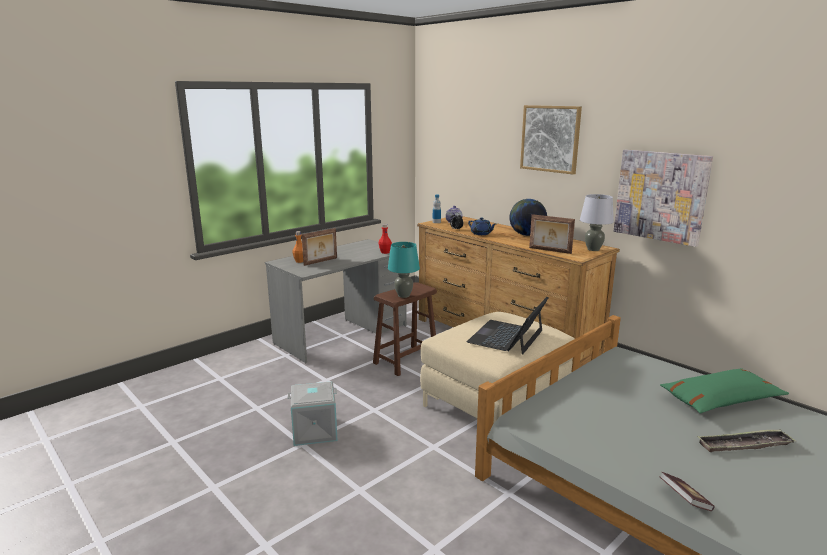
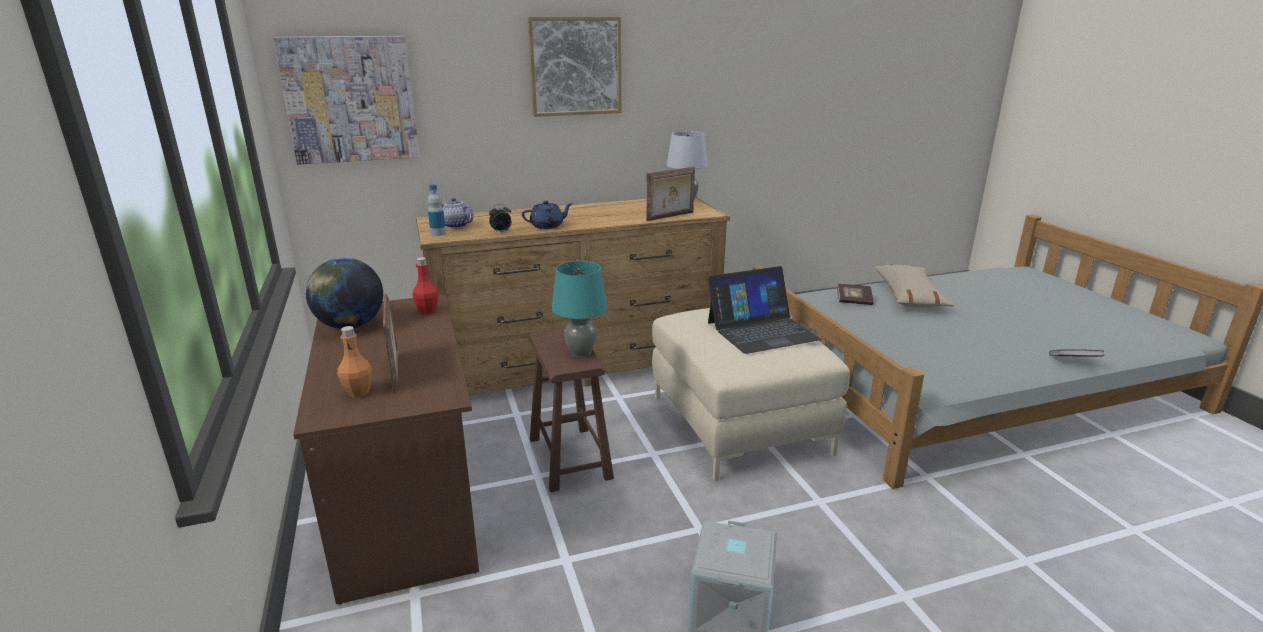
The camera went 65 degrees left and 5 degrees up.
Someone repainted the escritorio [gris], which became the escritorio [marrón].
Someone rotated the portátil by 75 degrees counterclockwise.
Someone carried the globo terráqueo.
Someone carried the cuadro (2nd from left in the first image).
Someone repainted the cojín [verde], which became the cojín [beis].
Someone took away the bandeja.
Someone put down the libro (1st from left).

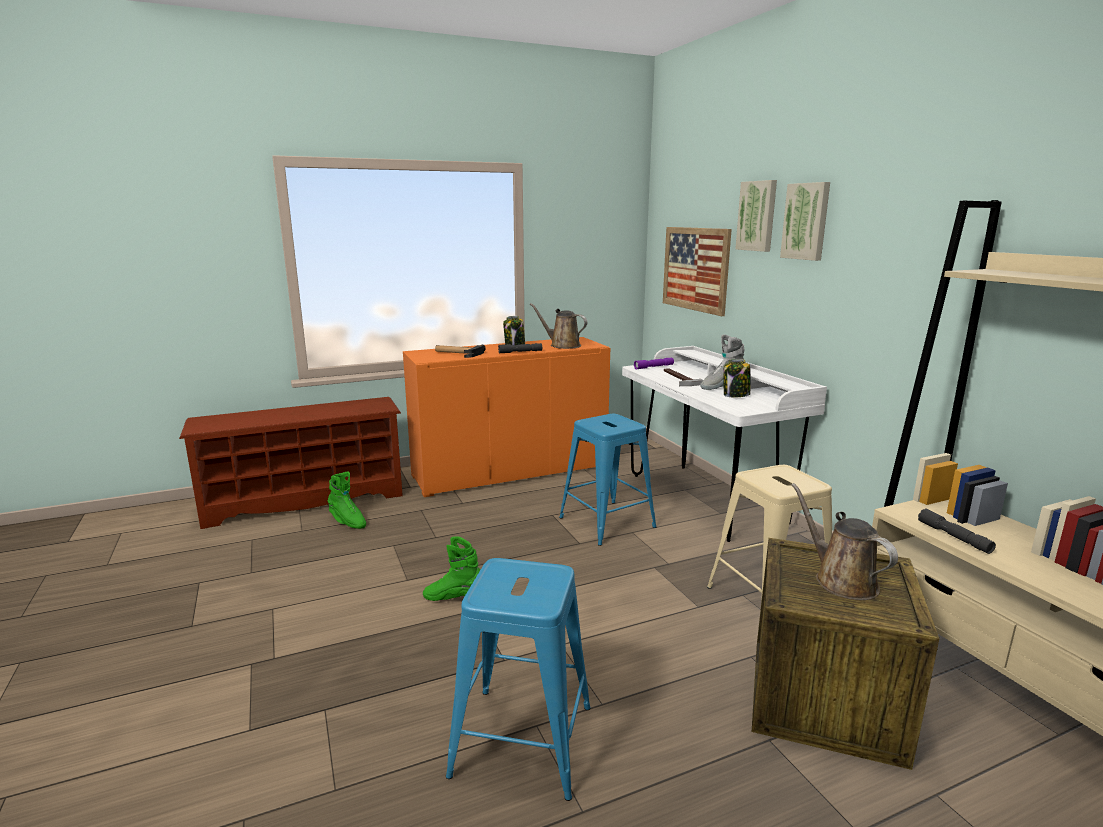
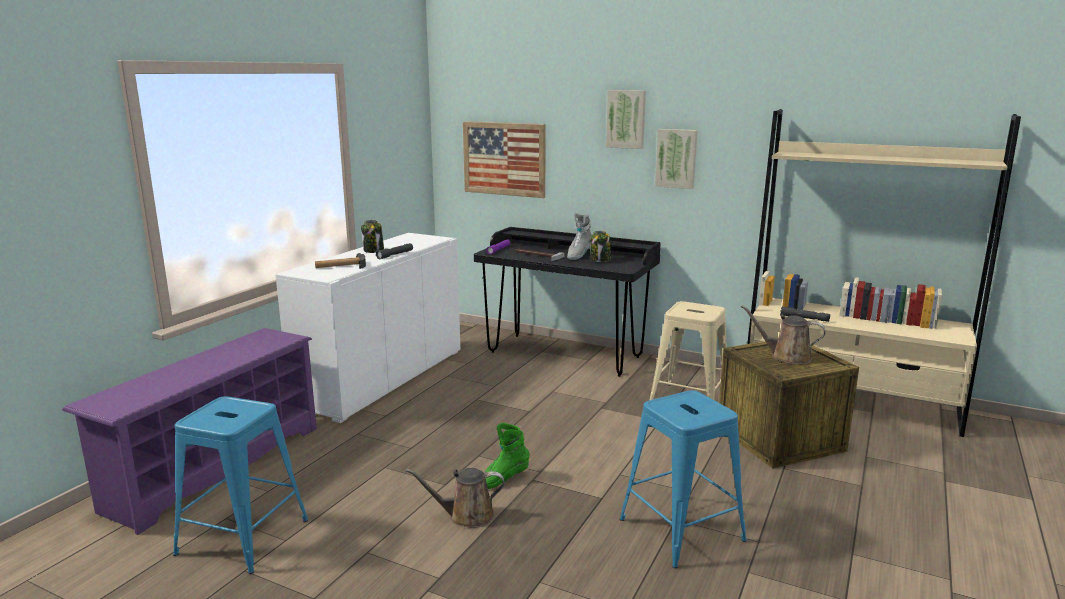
The camera went 40 degrees left and 0 degrees up.
Someone repainted the zapatero [marrón], which became the zapatero [morado].
Someone took away the bota [verde] (1st from left).
Someone repainted the armario [naranja], which became the armario [blanco].
Someone carried the regadera [marrón] (1st from left).
Someone carried the taburete [azul] (2nd from left in the first image).
Someone repainted the escritorio [blanco], which became the escritorio [negro].
Someone carried the cuadro (2nd from left in the first image).

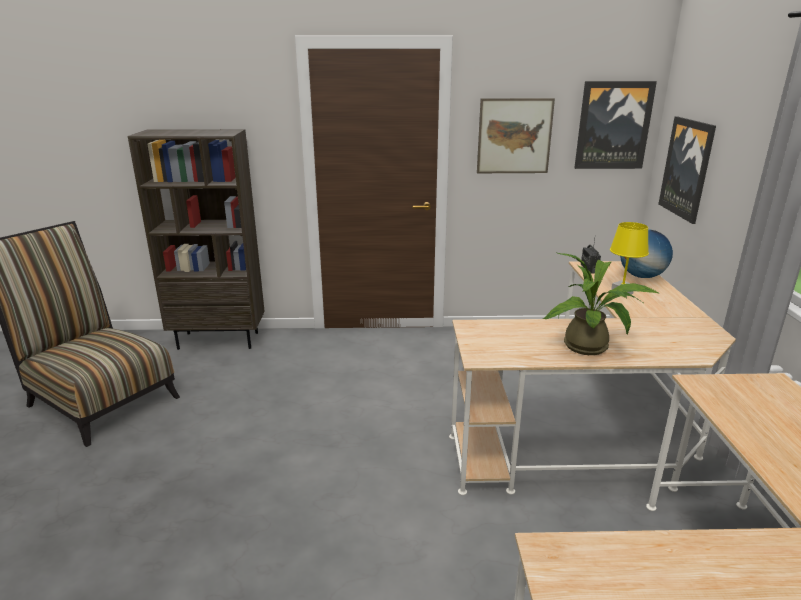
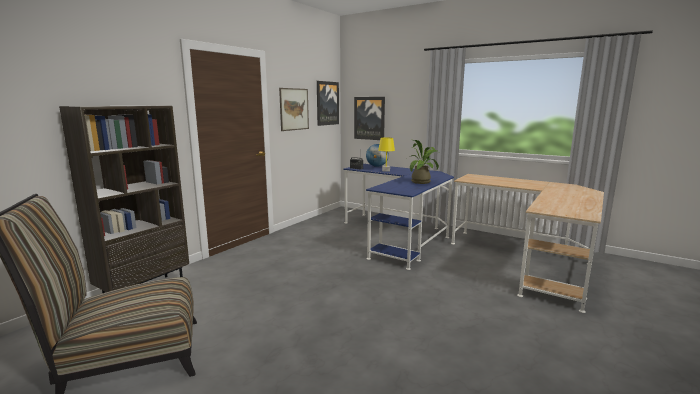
The camera went 55 degrees left and 10 degrees down.
Someone repainted the escritorio [beis] (1st from left), which became the escritorio [azul].

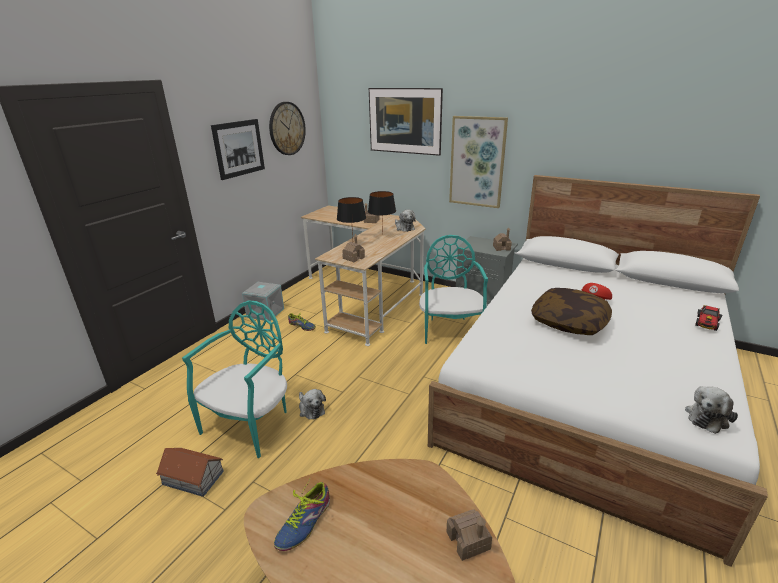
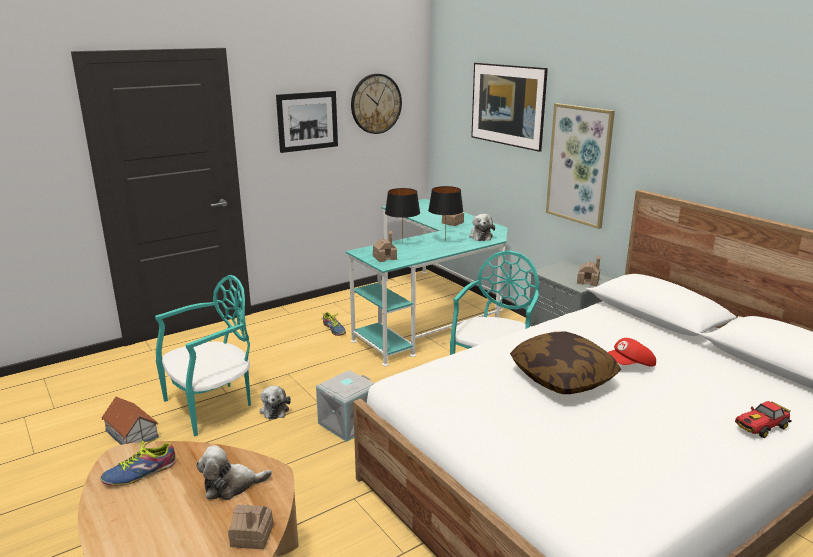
The camera went 25 degrees right and 5 degrees down.
Someone carried the caja de almacenaje [gris].
Someone repainted the escritorio [beis], which became the escritorio [turquesa].
Someone carried the peluche (3rd from left in the first image).

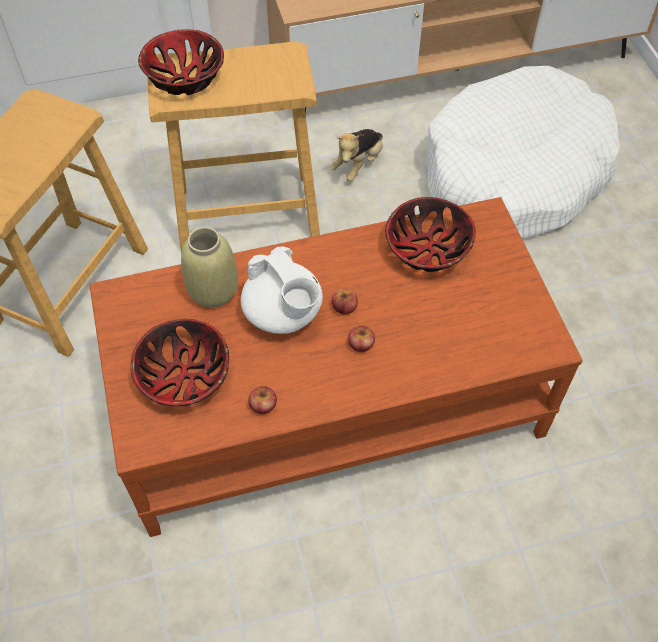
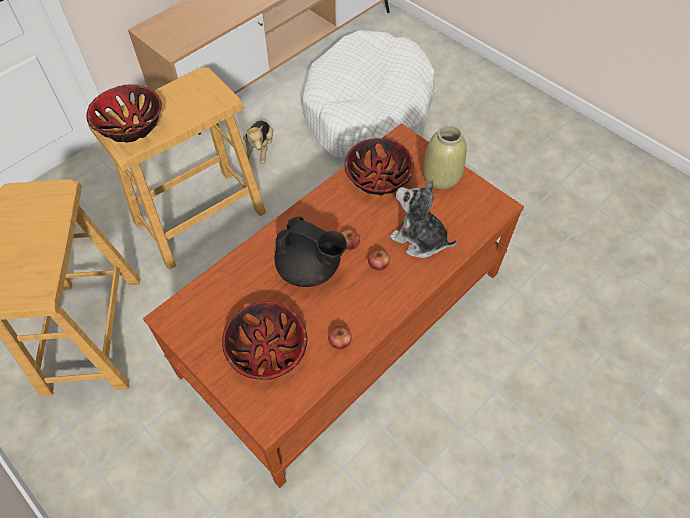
The camera went 30 degrees left and 0 degrees up.
Someone carried the florero [beis].
Someone repainted the tetera [blanco], which became the tetera [negro].
Someone put down the peluche (2nd from left).

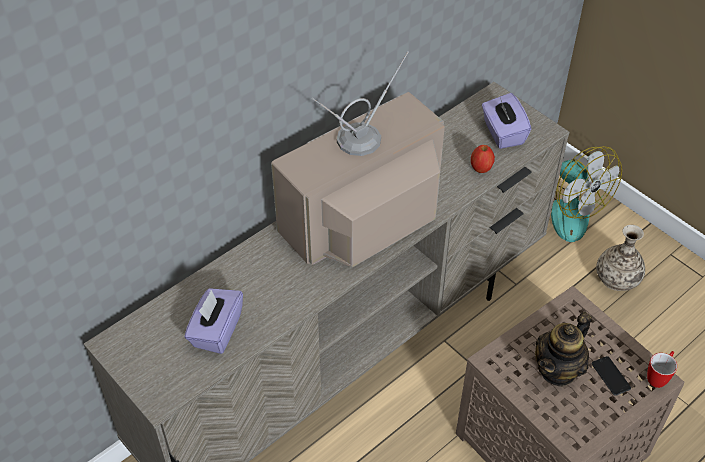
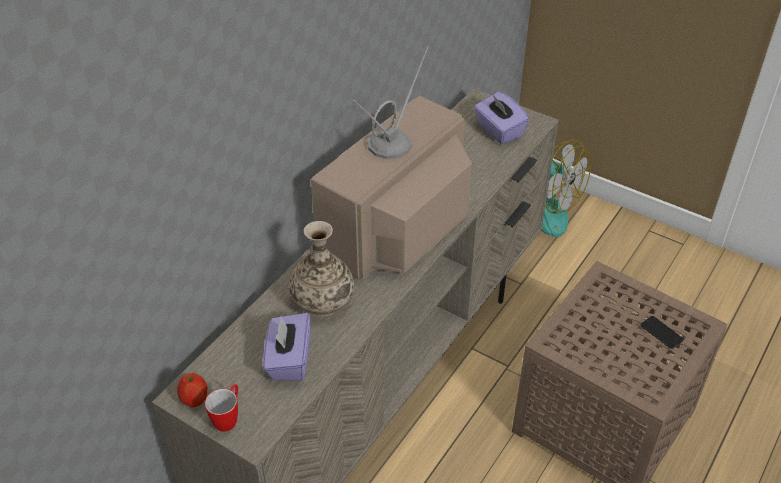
The camera went 15 degrees left and 5 degrees down.
Someone carried the manzana.
Someone took away the tetera.
Someone carried the florero.
Someone carried the taza grande.

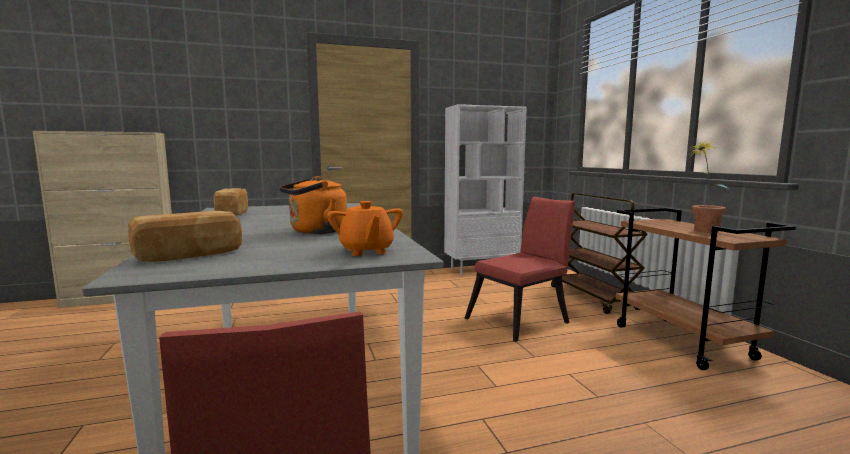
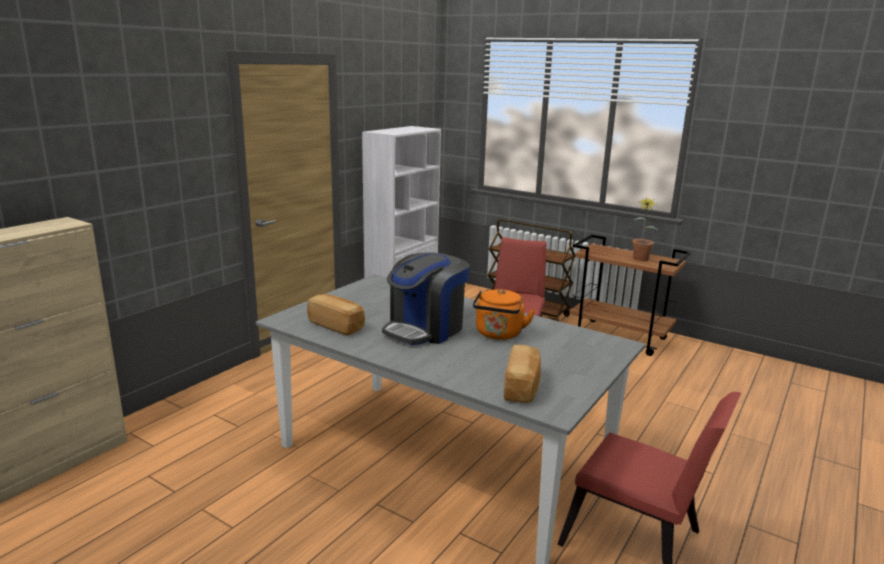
The camera went 40 degrees left and 10 degrees up.
Someone took away the tetera [naranja].
Someone put down the cafetera.

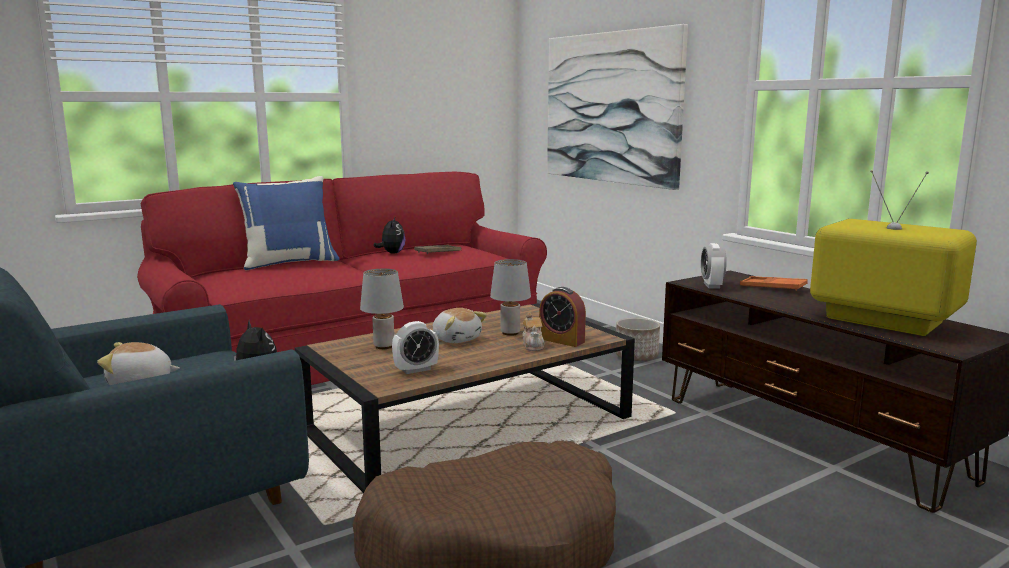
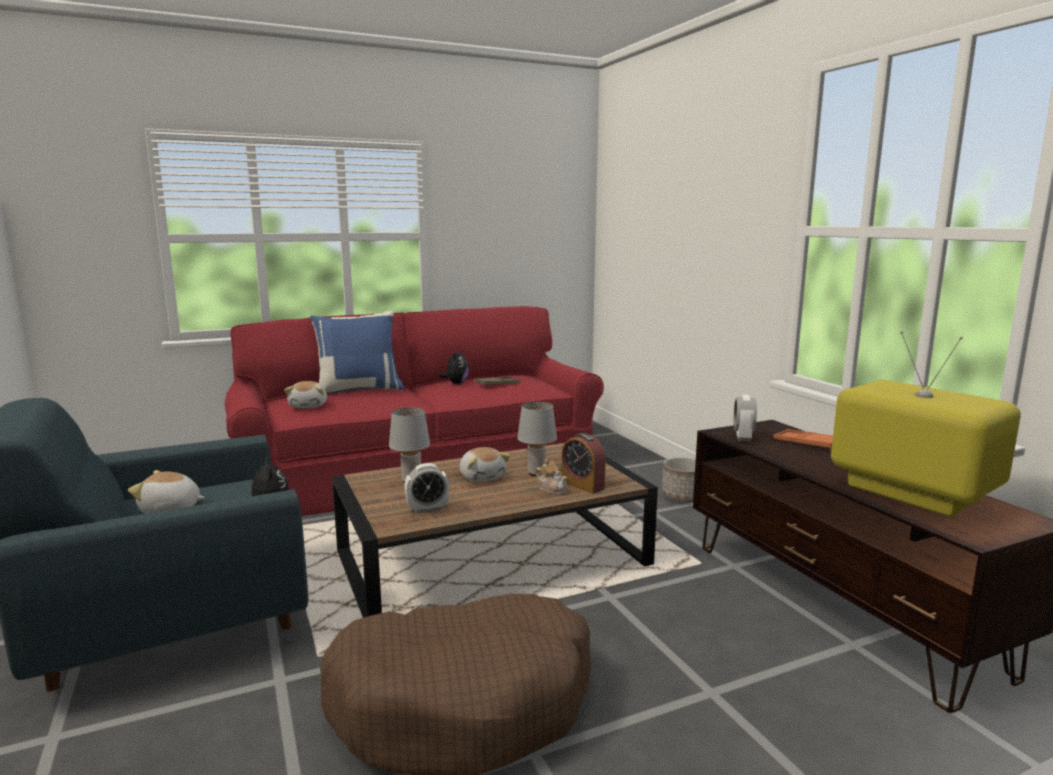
The camera went 10 degrees right and 0 degrees up.
Someone rotated the tetera by 45 degrees counterclockwise.
Someone took away the cuadro.
Someone put down the peluche (3rd from left).

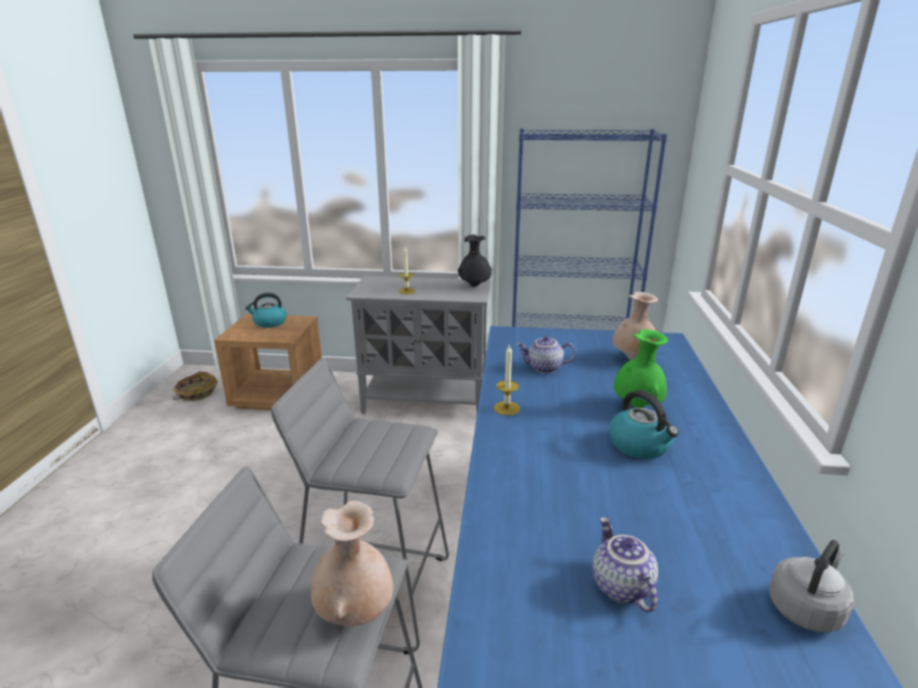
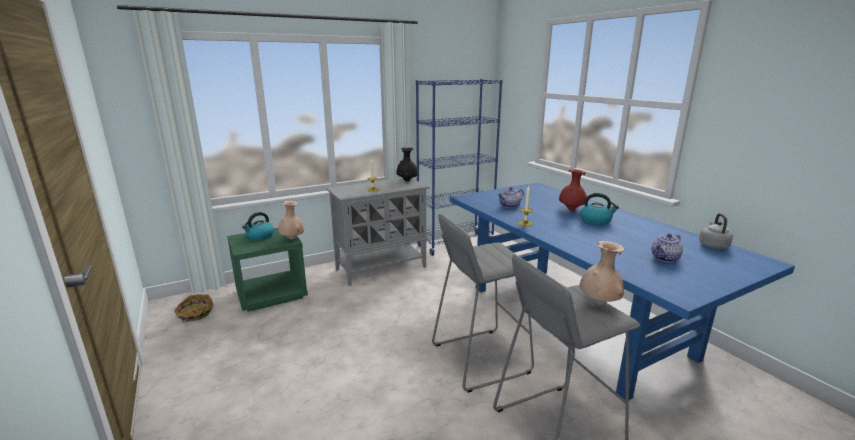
The camera went 35 degrees left and 5 degrees down.
Someone repainted the mesita de noche [marrón], which became the mesita de noche [verde].
Someone rotated the tetera (2nd from left) by 75 degrees counterclockwise.
Someone carried the florero [beis] (2nd from left in the first image).
Someone repainted the florero [verde], which became the florero [rojo].

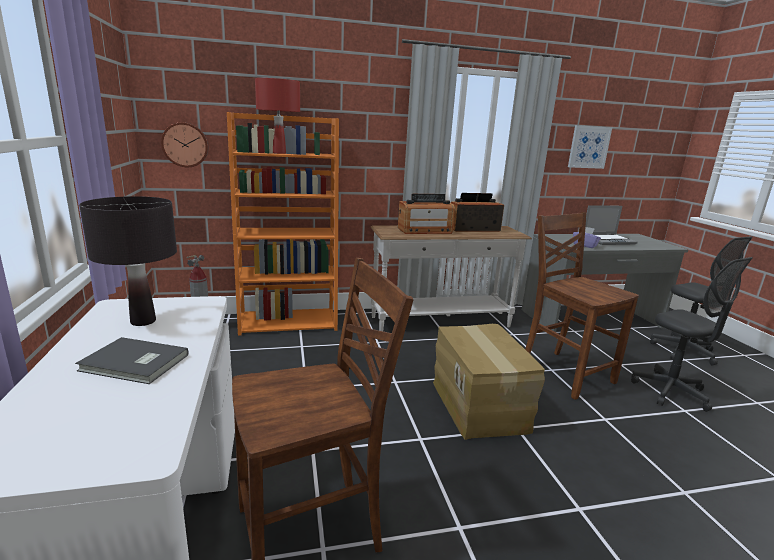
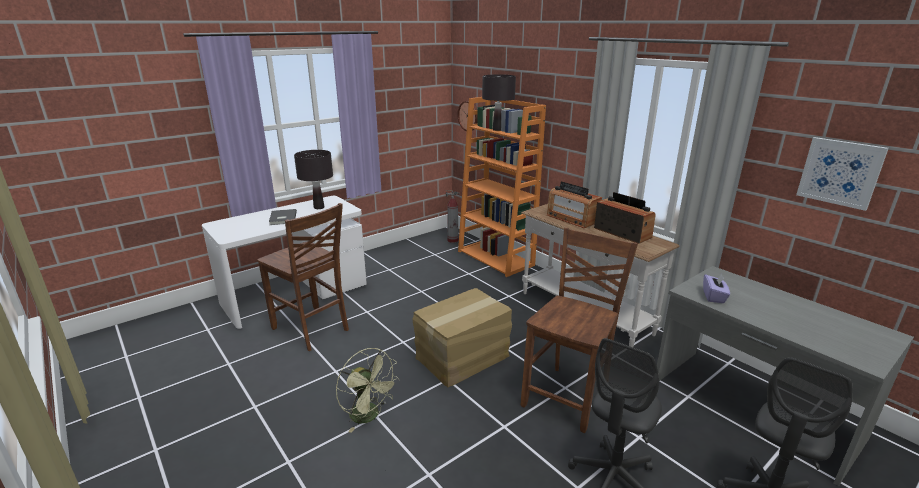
The camera went 65 degrees right and 5 degrees up.
Someone repainted the lámpara de mesa [rojo], which became the lámpara de mesa [negro] (2nd from left).
Someone took away the portátil.
Someone put down the ventilador [verde].

